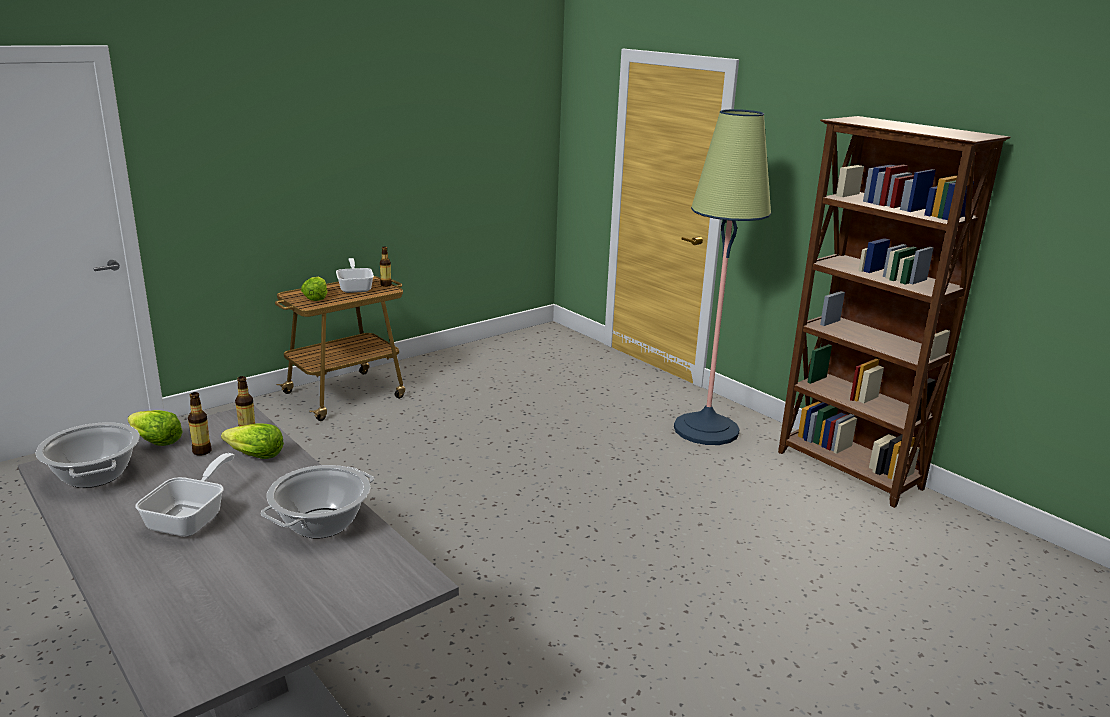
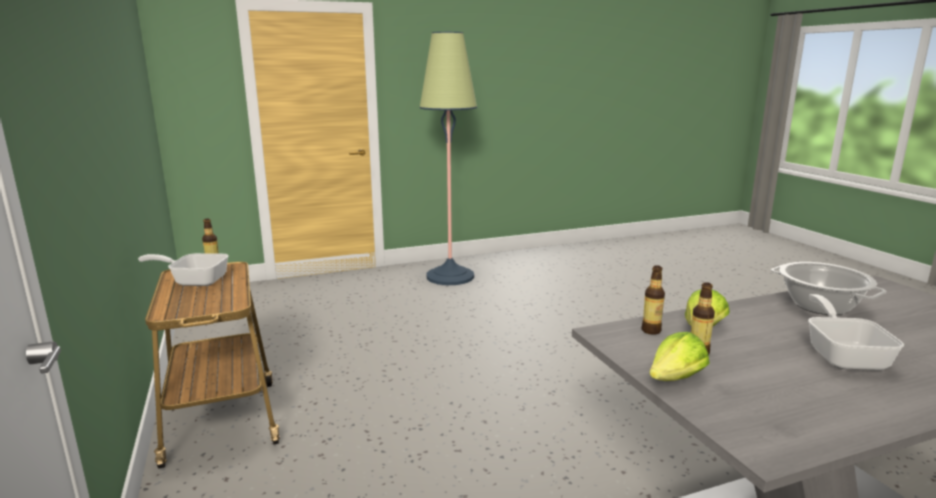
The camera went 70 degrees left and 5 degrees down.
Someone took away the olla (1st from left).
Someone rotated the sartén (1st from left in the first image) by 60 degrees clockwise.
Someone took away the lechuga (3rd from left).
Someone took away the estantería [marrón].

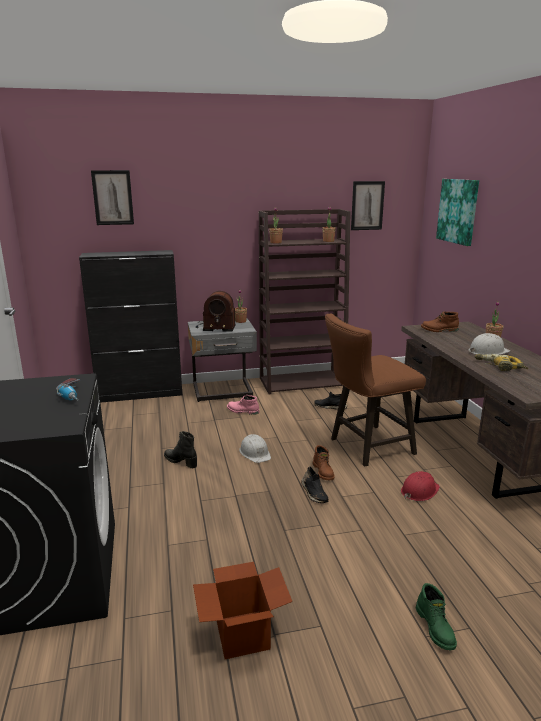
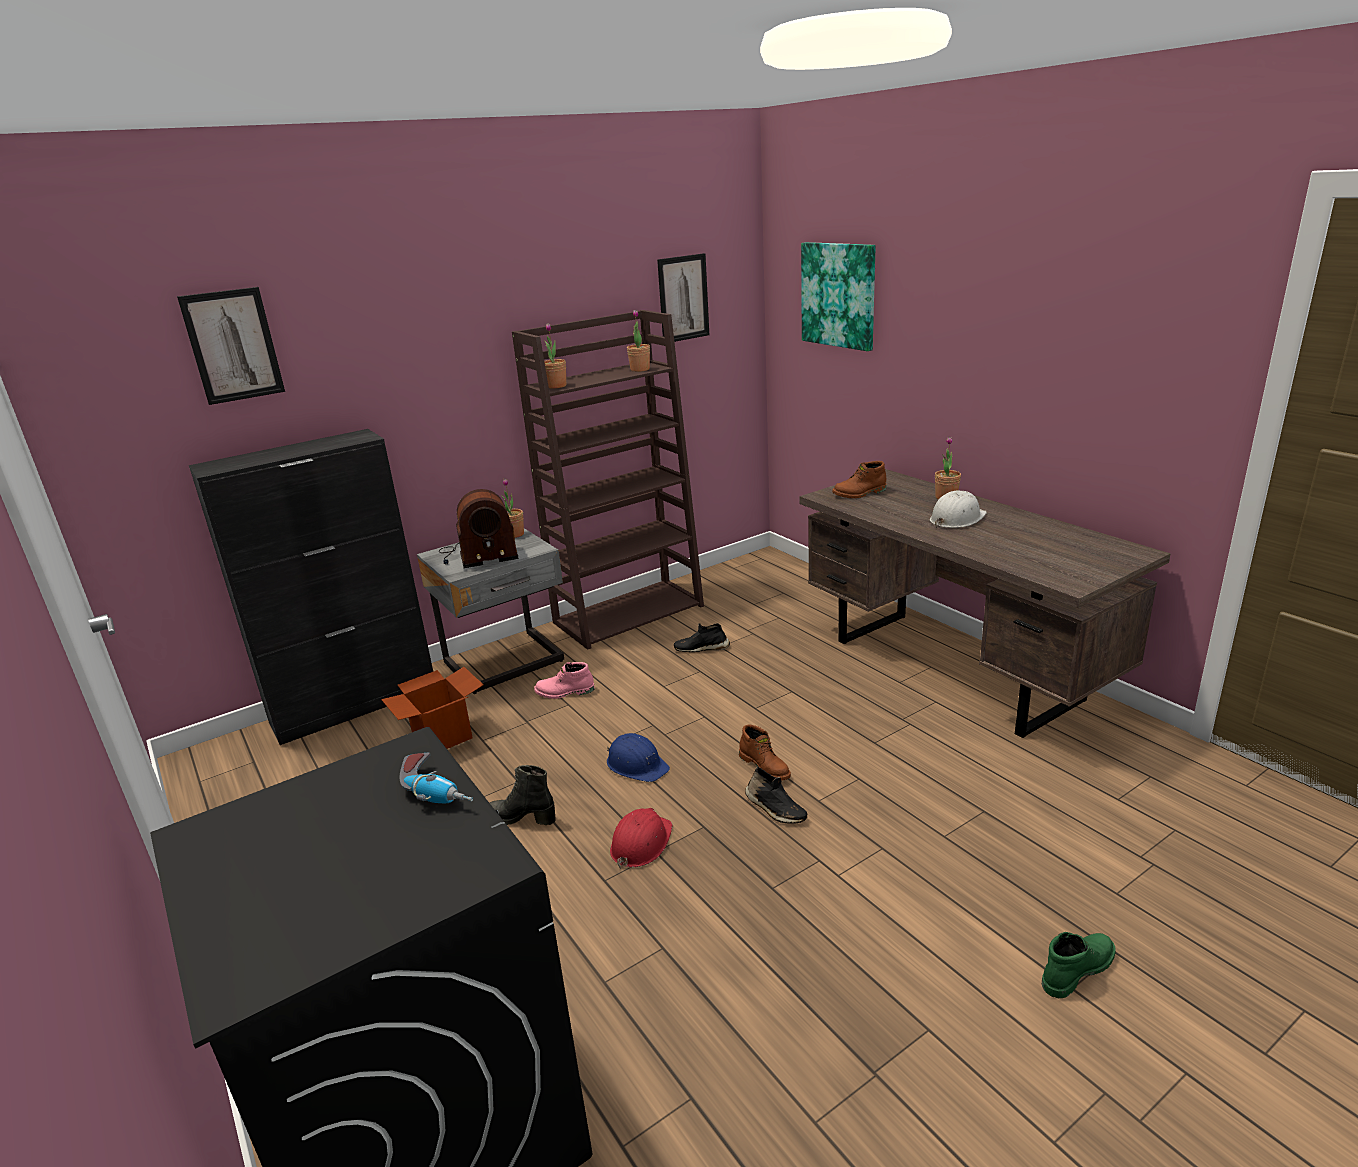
The camera went 20 degrees left and 5 degrees up.
Someone carried the caja de cartón.
Someone repainted the casco [blanco] (1st from left), which became the casco [azul].
Someone took away the taburete [marrón].
Someone carried the casco [rojo].
Someone rotated the bota [verde] by 90 degrees counterclockwise.
Someone took away the taladro (2nd from left).

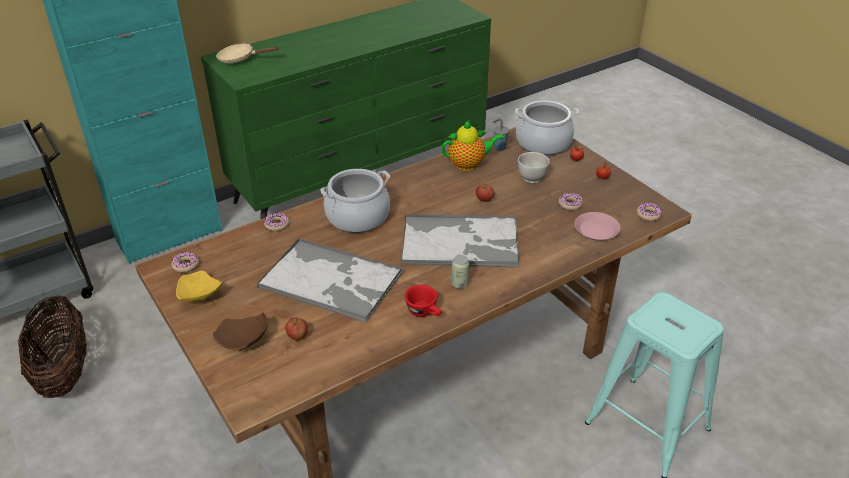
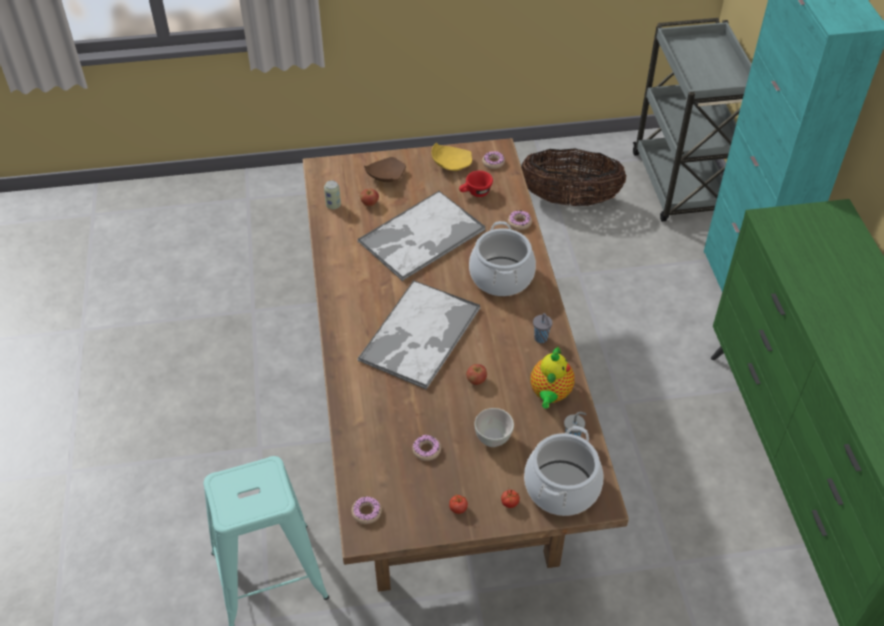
The camera went 115 degrees right and 10 degrees up.
Someone took away the sartén [beis].
Someone carried the taza [rojo].
Someone carried the lata.
Someone took away the plato [rosa].
Someone put down the taza [gris] (1st from left).

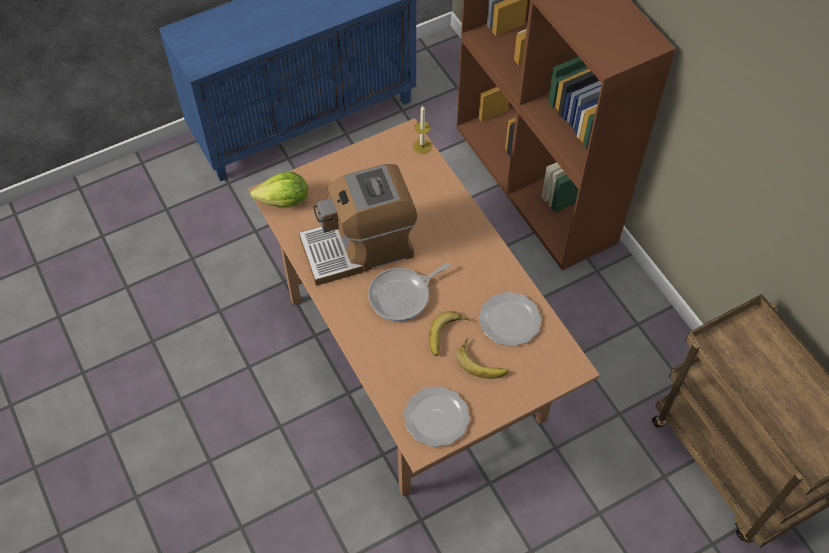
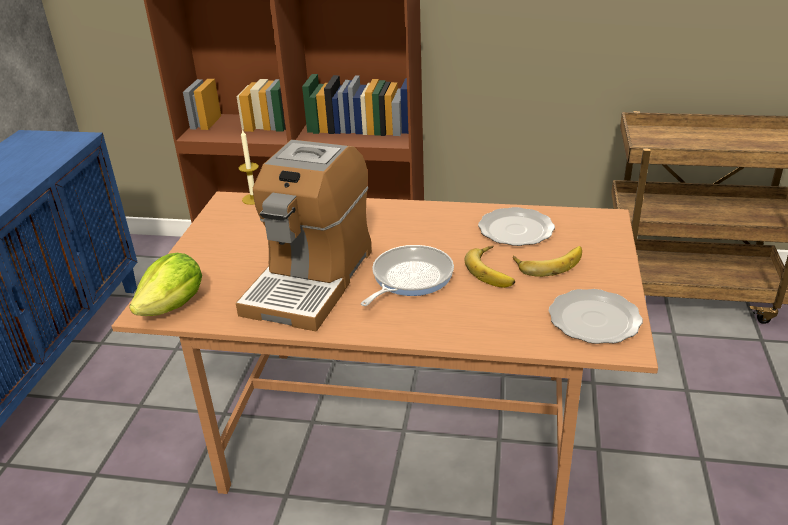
The camera went 50 degrees left and 25 degrees down.
Someone rotated the sartén by 150 degrees counterclockwise.

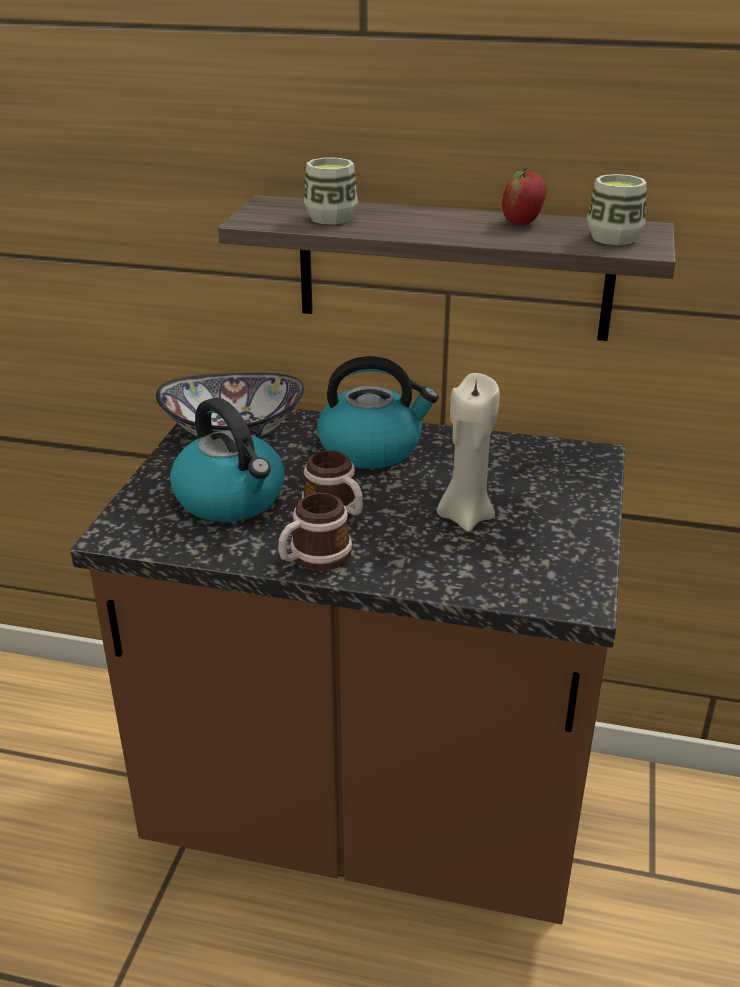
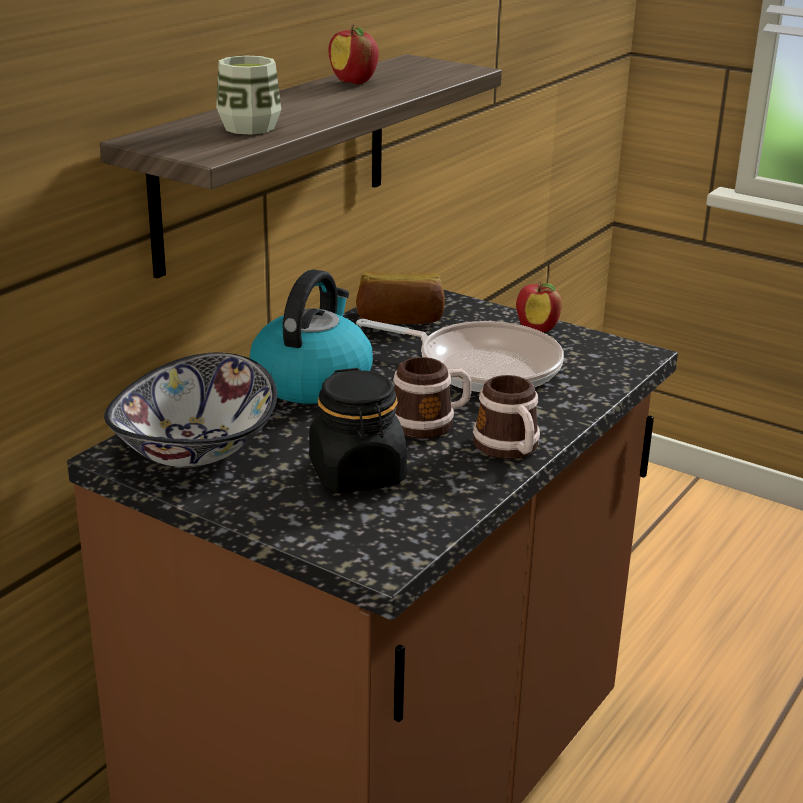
The camera went 70 degrees left and 5 degrees down.
Someone swapped the hervidor (1st from left) for the tarro [negro].
Someone swapped the vela [beis] for the sartén.
Someone took away the taza (2nd from left).
Someone put down the pan.
Someone put down the manzana (2nd from left).

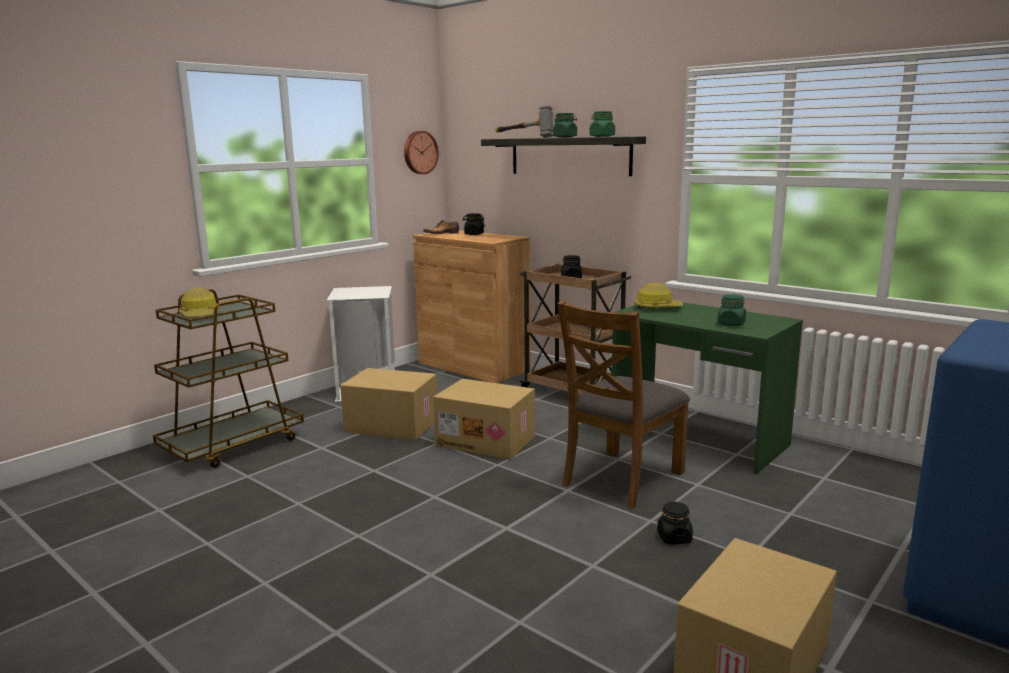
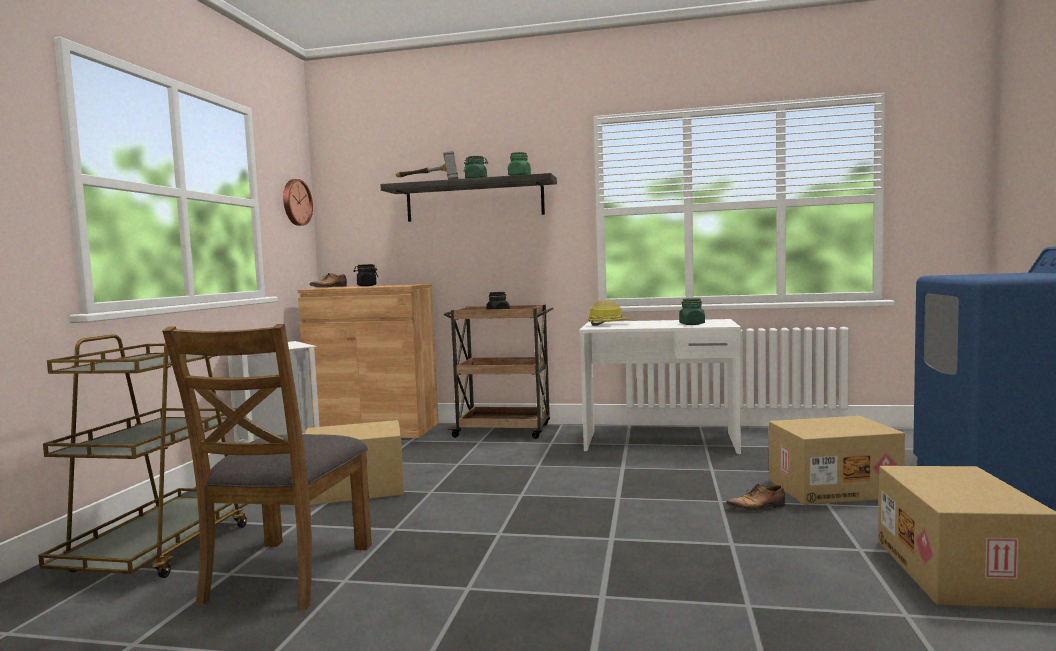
The camera went 30 degrees left and 10 degrees down.
Someone took away the casco (1st from left).
Someone carried the caja de cartón (2nd from left).
Someone carried the silla [marrón].
Someone repainted the escritorio [verde], which became the escritorio [blanco].
Someone swapped the tarro [negro] (3rd from left) for the zapato (2nd from left).

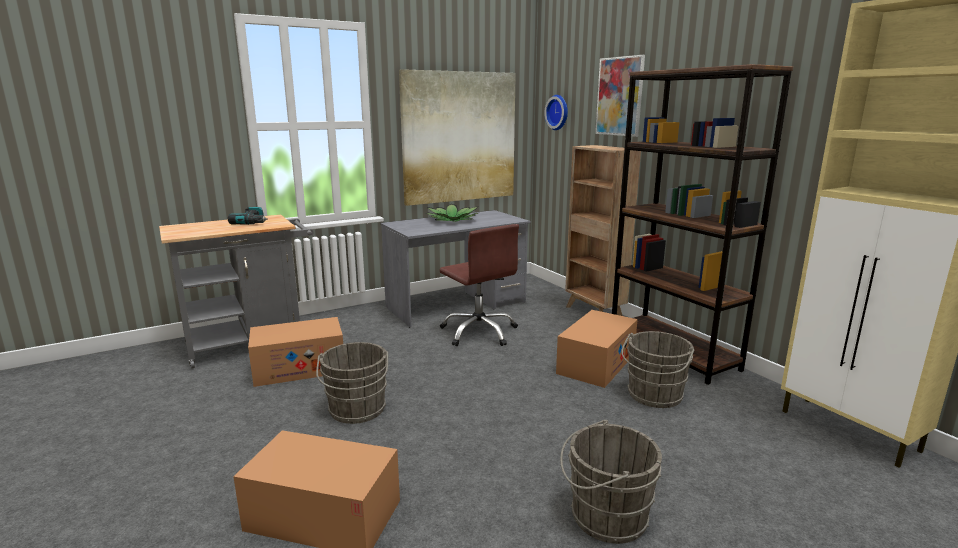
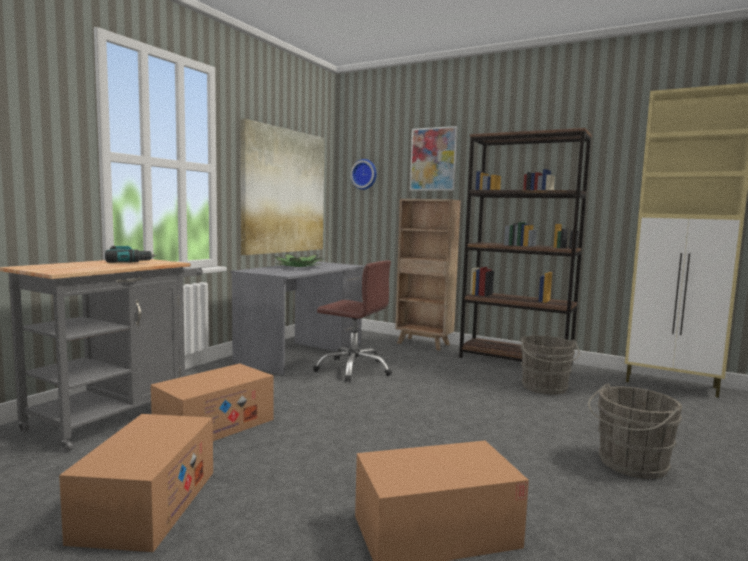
The camera went 30 degrees left and 10 degrees down.
Someone took away the cubo [gris] (1st from left).
Someone carried the caja de cartón (3rd from left in the first image).

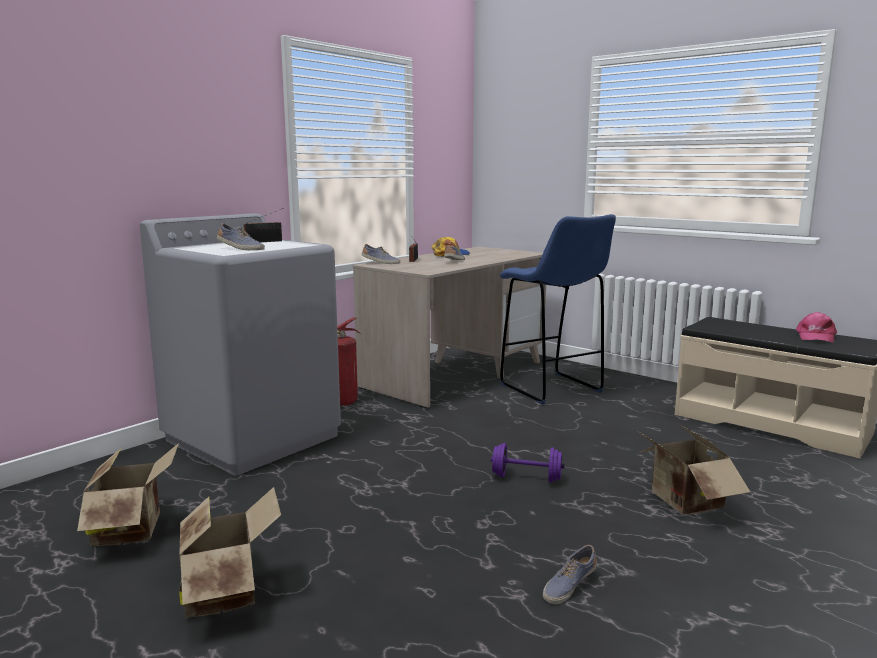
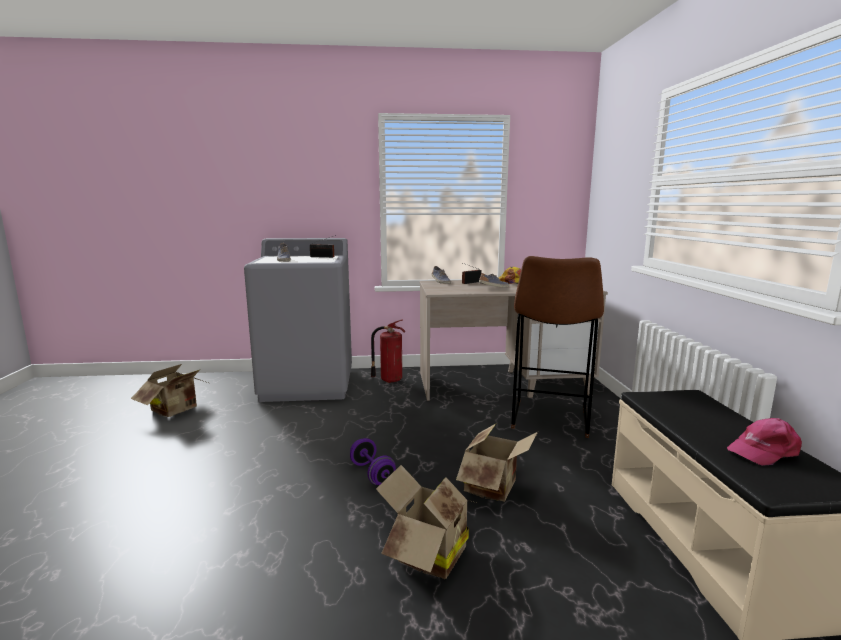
The camera went 45 degrees right and 0 degrees up.
Someone carried the caja de cartón (2nd from left in the first image).
Someone repainted the taburete [azul], which became the taburete [marrón].
Someone took away the zapato (4th from left).

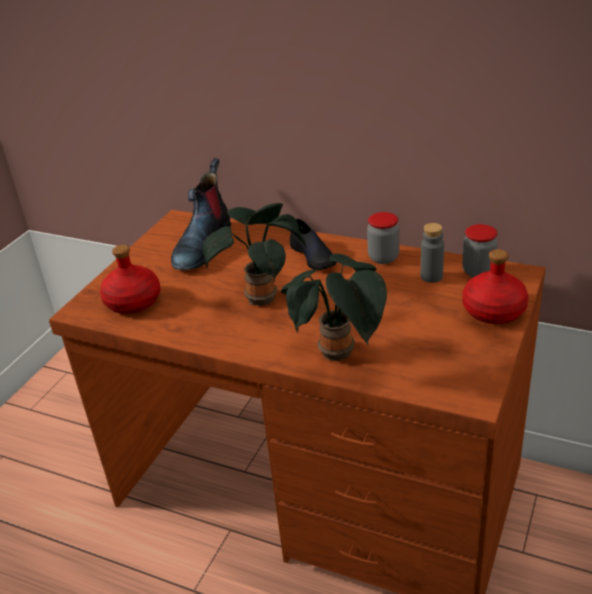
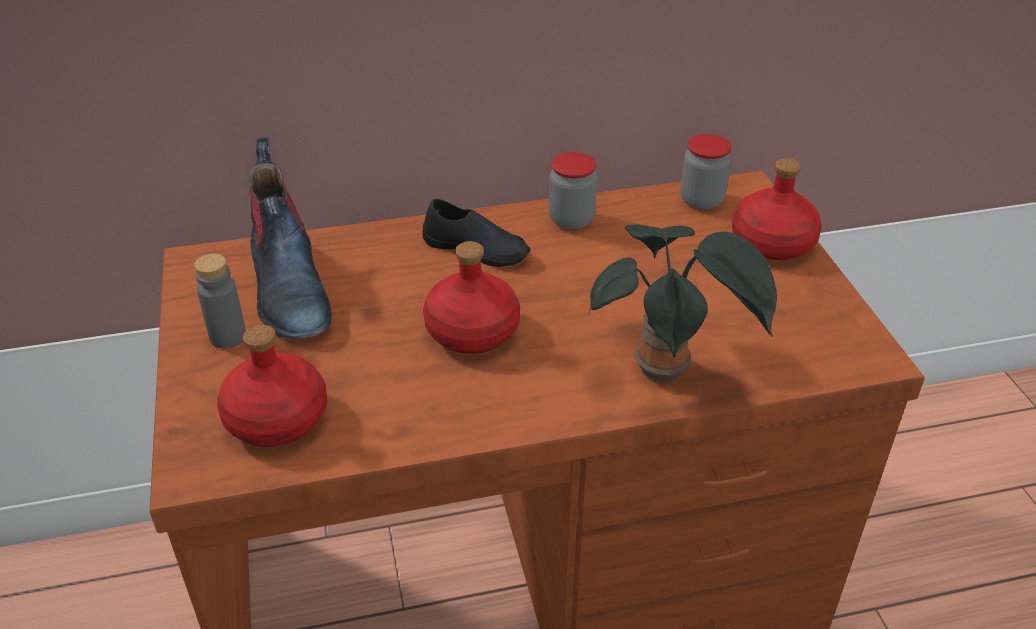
The camera went 40 degrees left and 5 degrees up.
Someone swapped the planta en maceta (1st from left) for the botella [rojo] (2nd from left).
Someone carried the botella [gris].

